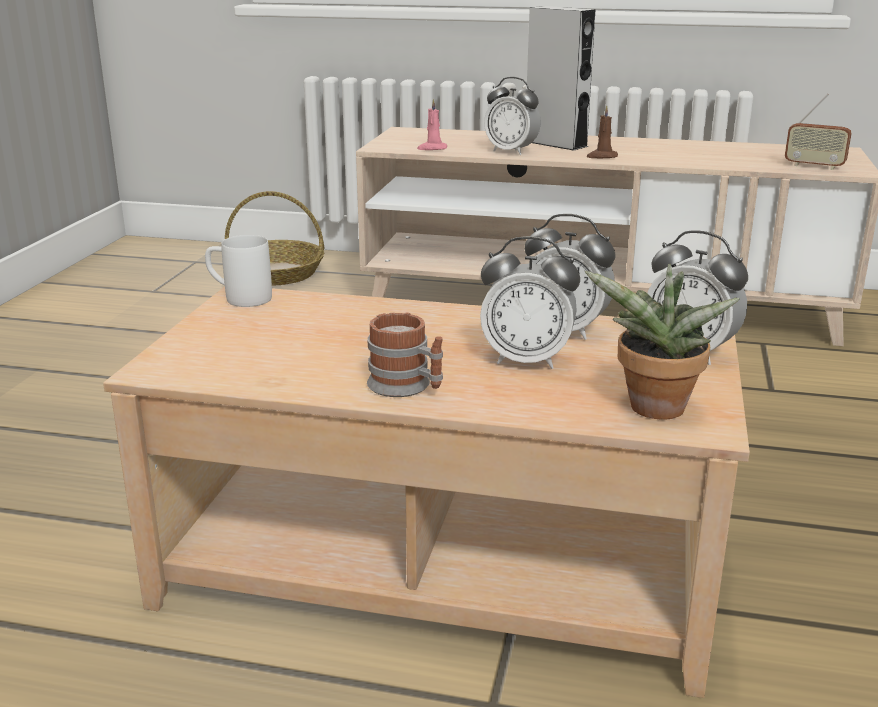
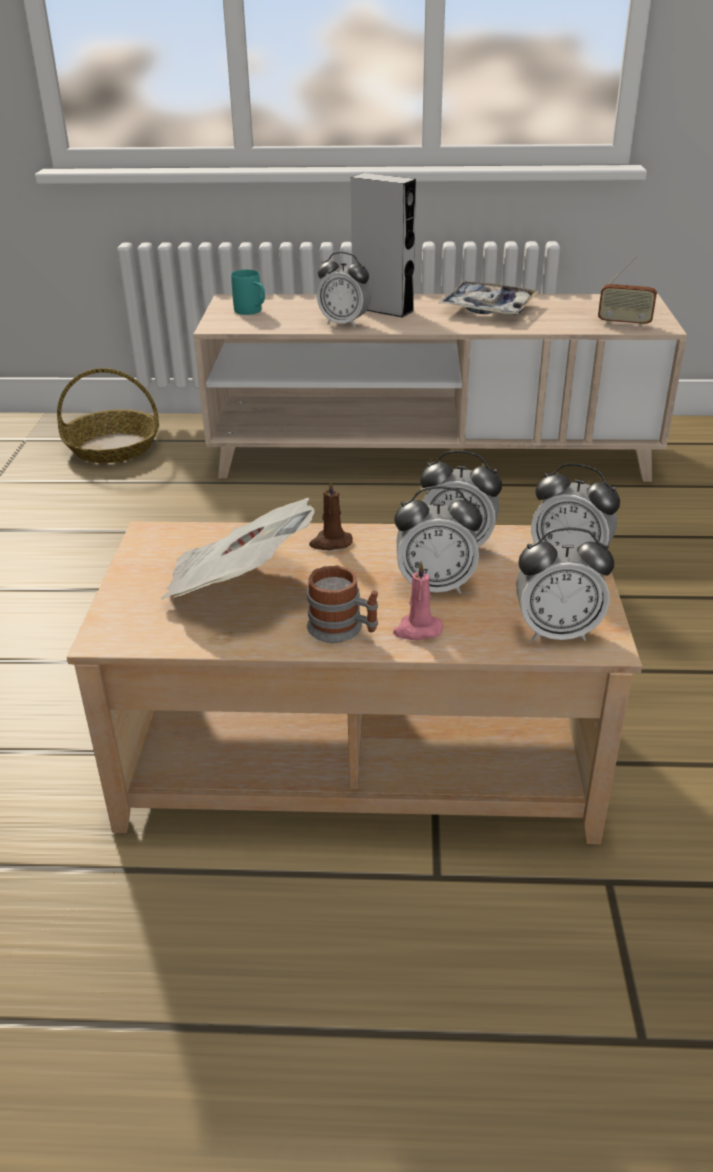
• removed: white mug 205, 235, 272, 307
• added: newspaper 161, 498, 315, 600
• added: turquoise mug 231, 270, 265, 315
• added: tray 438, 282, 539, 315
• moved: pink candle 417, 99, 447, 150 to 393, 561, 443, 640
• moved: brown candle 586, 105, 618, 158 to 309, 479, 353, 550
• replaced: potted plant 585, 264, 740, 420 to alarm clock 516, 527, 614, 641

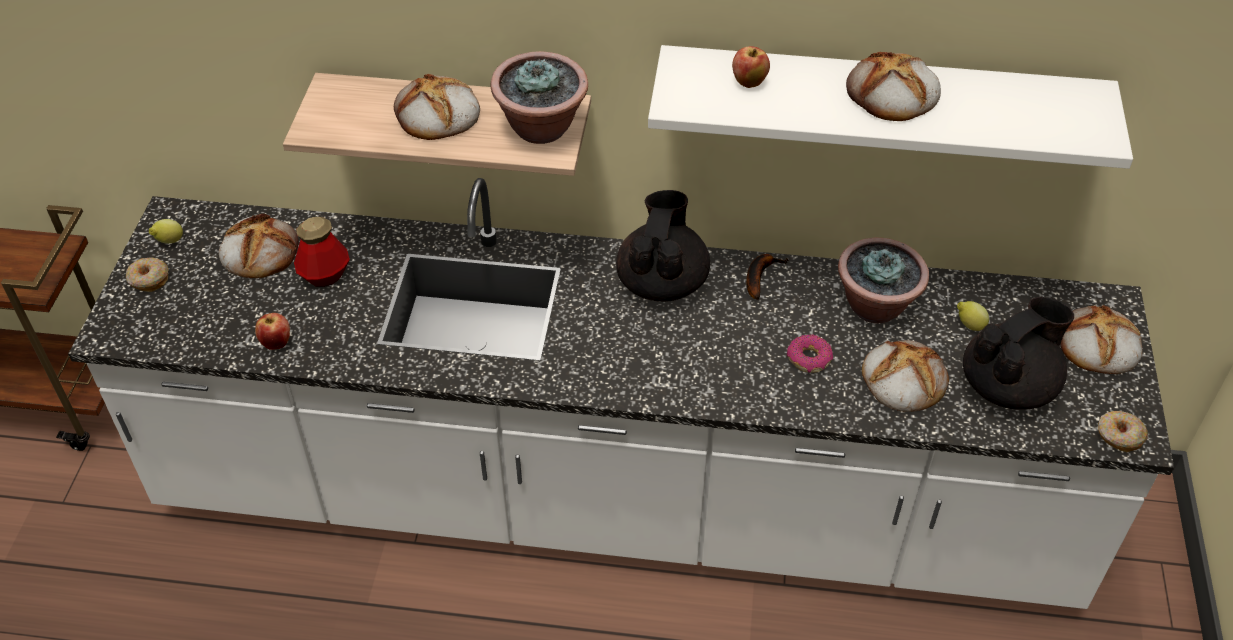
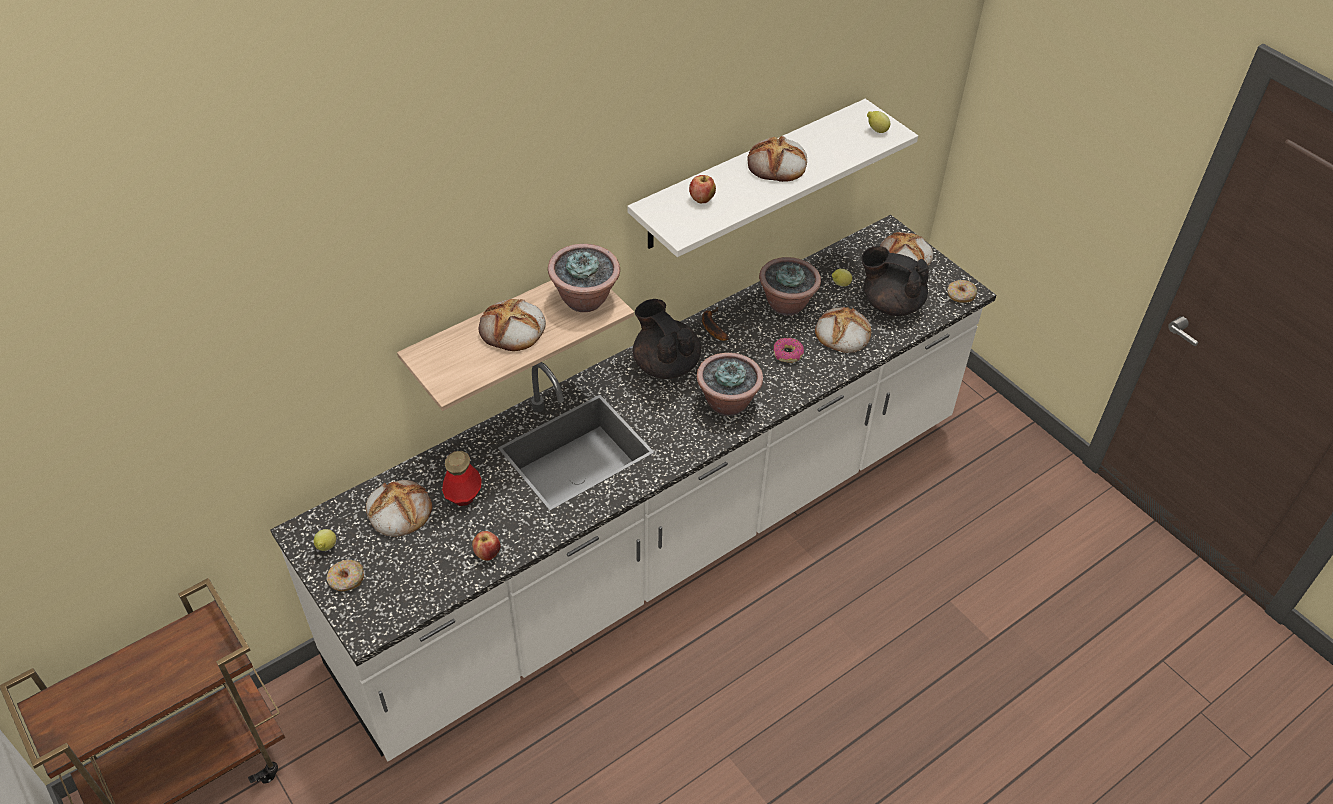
• added: potted plant 697, 353, 763, 416
• added: lemon 867, 111, 890, 133
• turned: black teapot 963, 297, 1074, 409 = 862, 246, 929, 316 75 degrees counterclockwise

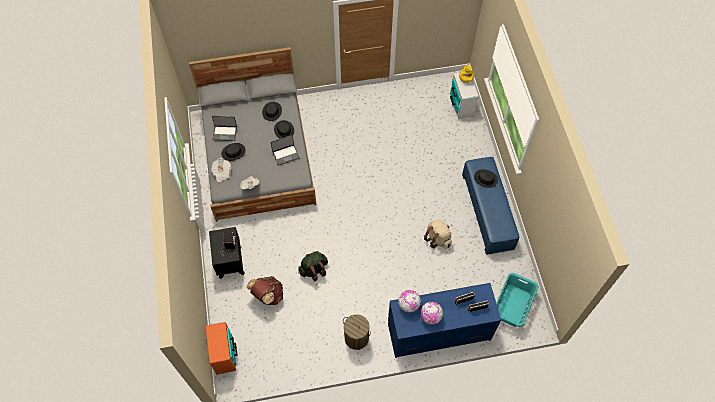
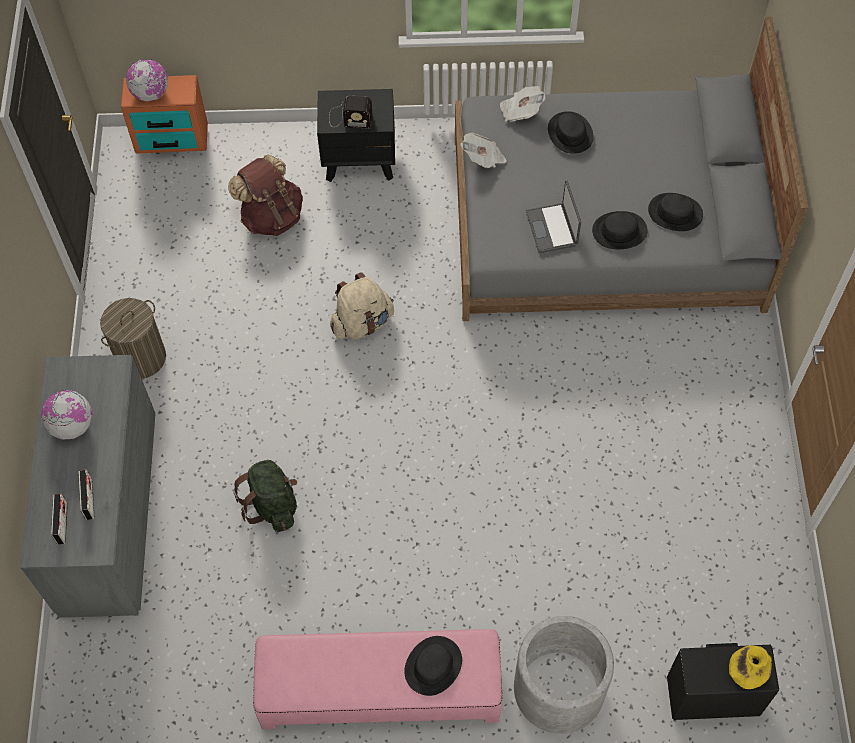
• removed: laptop 212, 116, 237, 141
• removed: turquoise laundry basket 496, 273, 538, 327
• added: grey planter 514, 616, 614, 734
• moved: green backpack 298, 251, 328, 281 to 233, 460, 297, 532
• moved: globe 398, 290, 421, 313 to 126, 59, 168, 101
• moved: beige backpack 424, 219, 452, 249 to 330, 272, 394, 339
• recoloured: blue dresser 388, 283, 501, 358 to grey dresser 20, 355, 156, 618
• recoloured: white nightstand 450, 72, 479, 118 to black nightstand 667, 643, 779, 720
• recoloured: blue bench 462, 157, 519, 255 to pink bench 253, 629, 502, 729

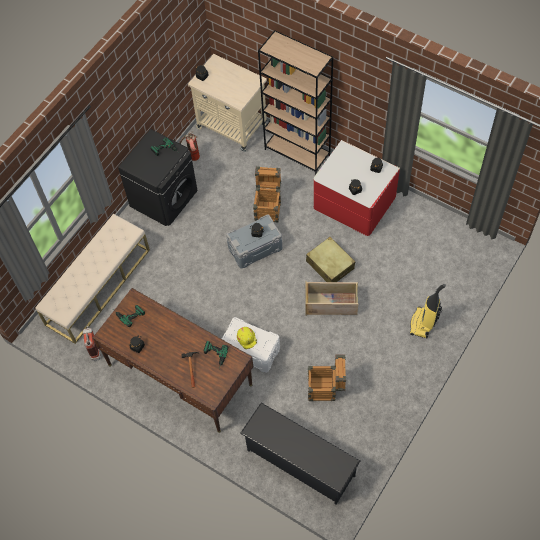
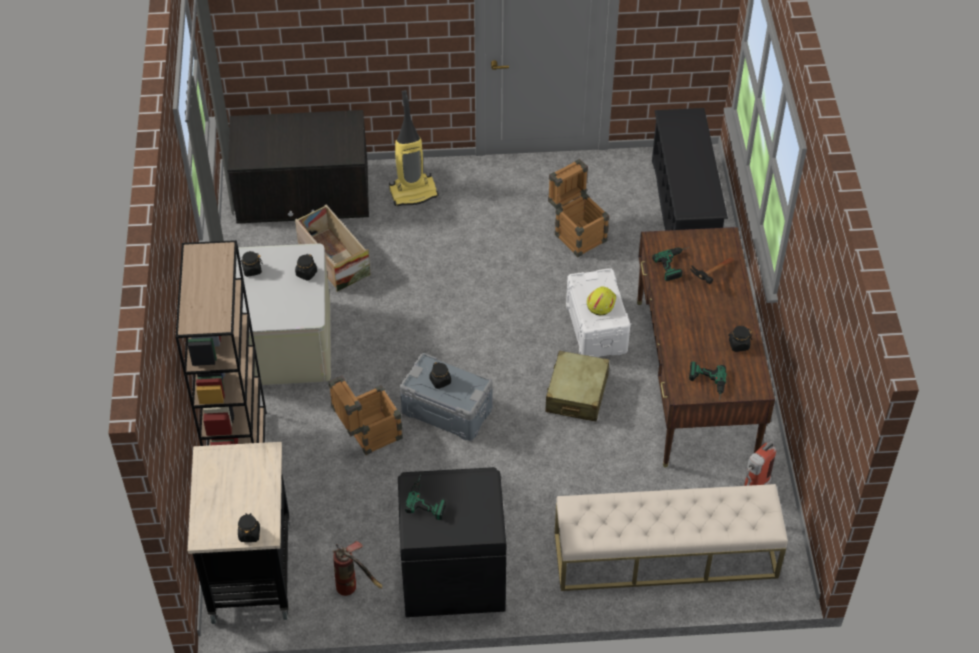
• added: black cabinet 227, 110, 369, 224
• moved: crate 305, 281, 358, 316 to 295, 204, 371, 292
• moved: beige suitcase 306, 237, 355, 282 to 545, 351, 609, 421
• recoloured: beige cart 188, 54, 267, 152 to black cart 188, 442, 290, 624
• recoloured: red nightstand 314, 140, 400, 236 to beige nightstand 236, 243, 331, 385

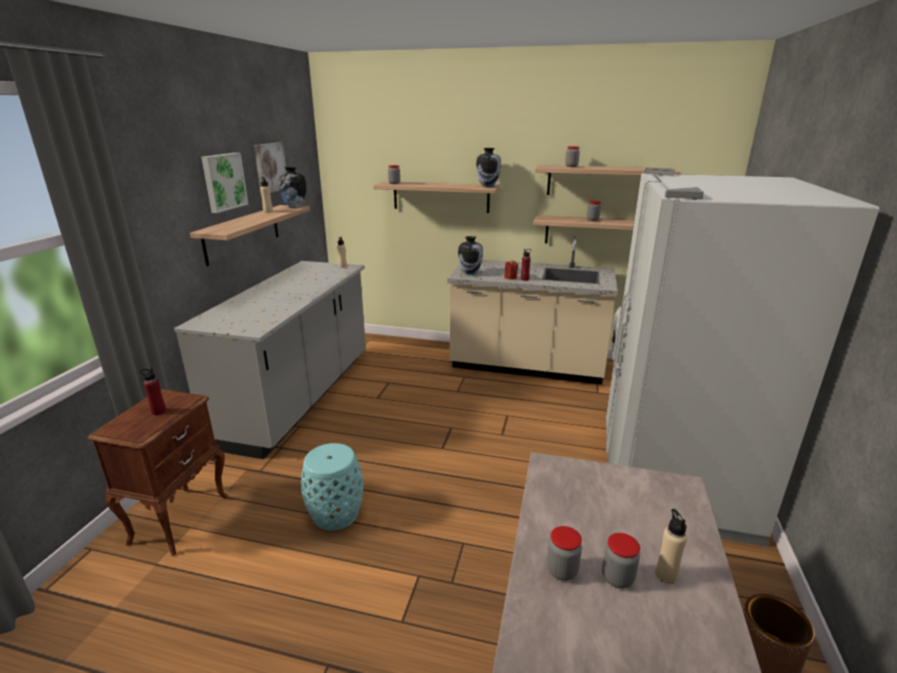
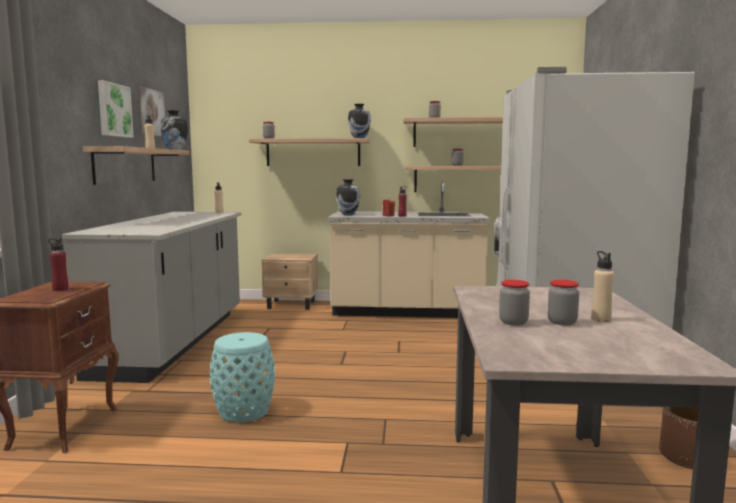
• added: beige nightstand 262, 253, 318, 310

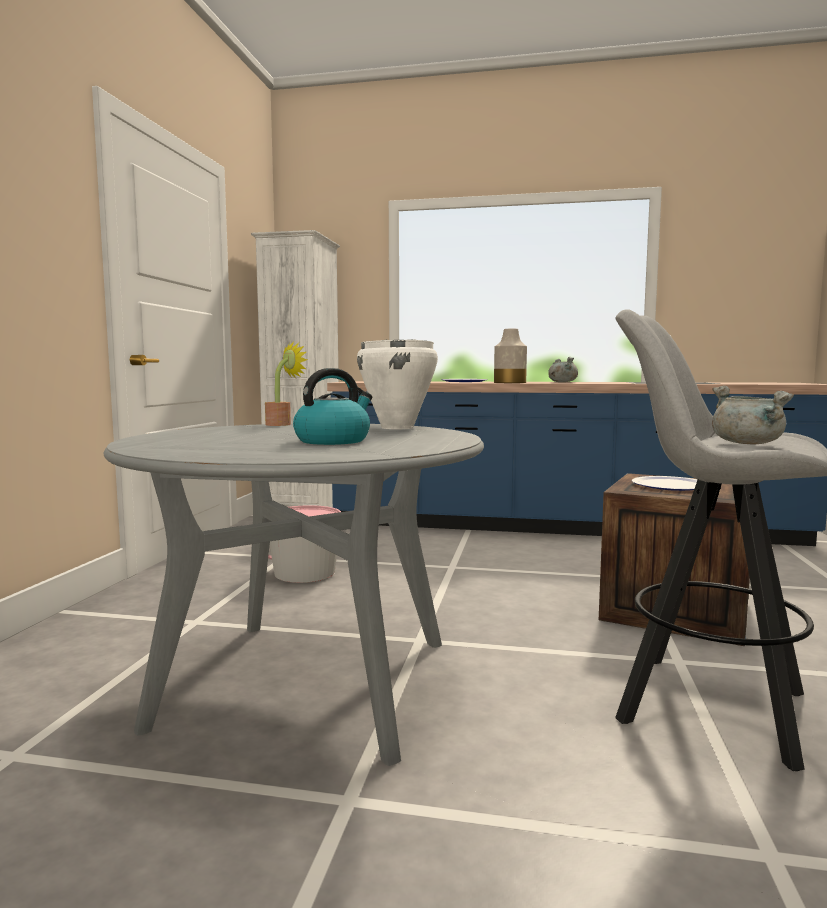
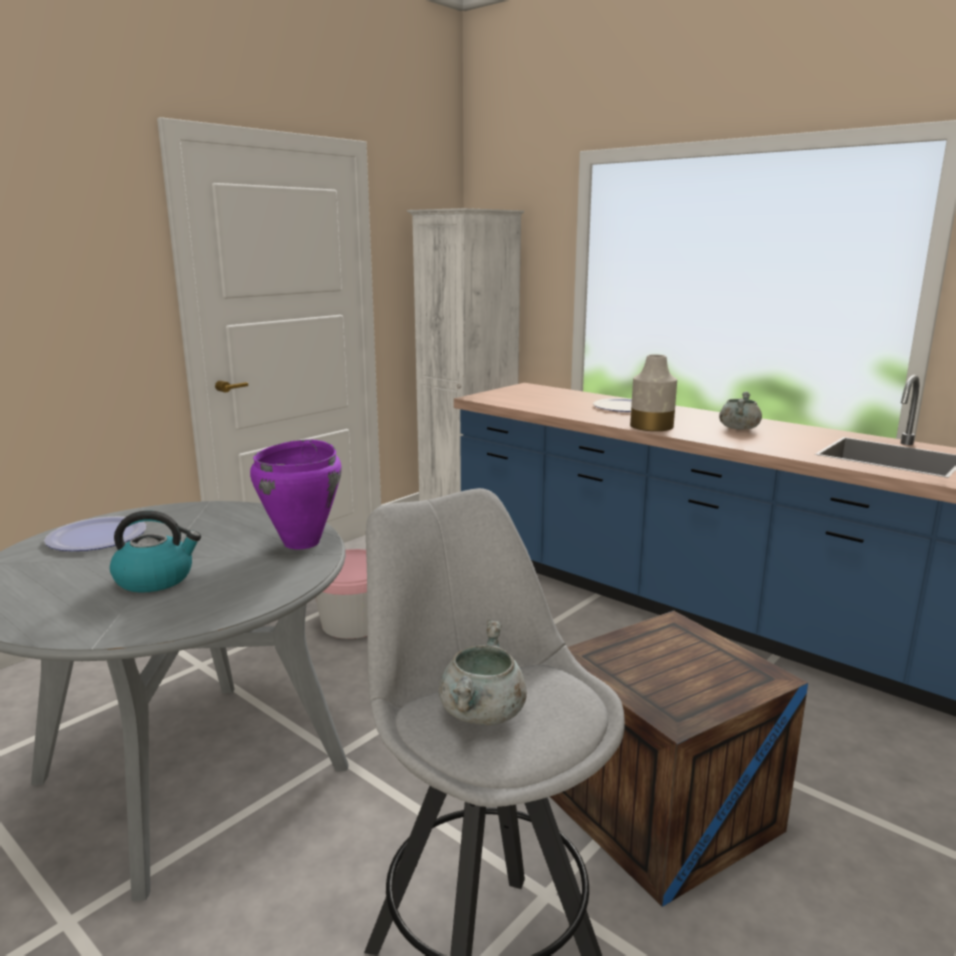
• removed: potted plant 265, 342, 307, 426
• moved: plate 632, 476, 697, 491 to 44, 516, 146, 551
• recoloured: white cooking pot 357, 339, 438, 429 to purple cooking pot 250, 439, 342, 549

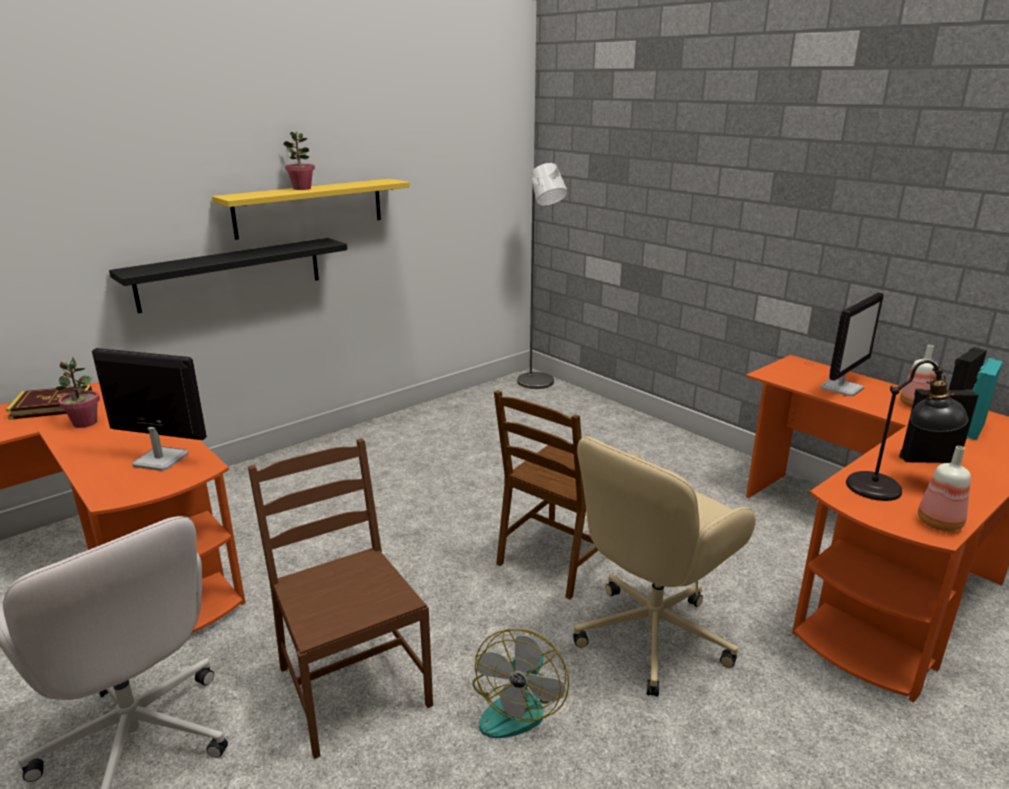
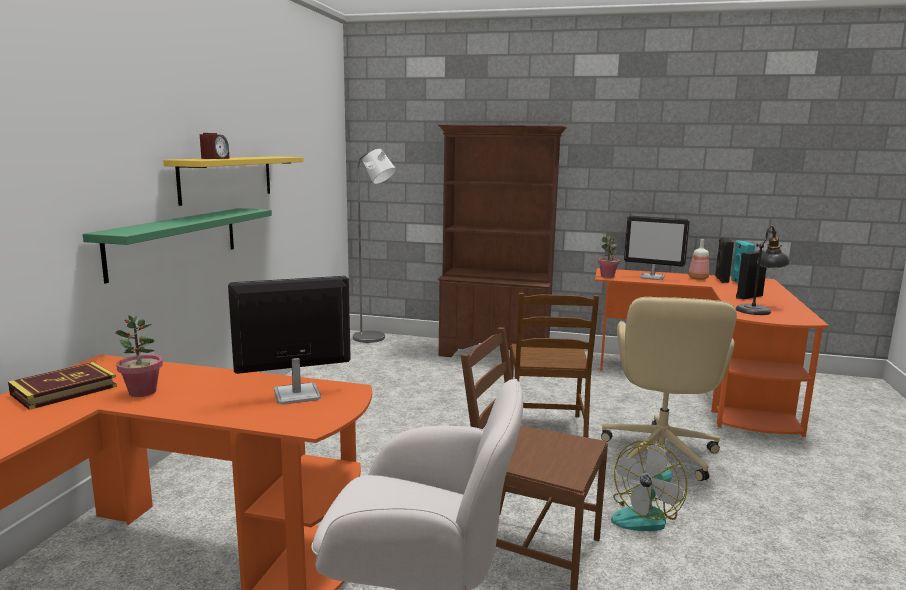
• removed: bottle 918, 446, 971, 531
• added: alarm clock 200, 133, 230, 159
• added: brown bookcase 437, 124, 567, 357
• moved: potted plant 283, 132, 315, 190 to 598, 236, 620, 278
• recoloured: black shelf 109, 238, 347, 313 to green shelf 83, 208, 272, 283
• turned: fan 472, 629, 569, 738 = 611, 440, 687, 531 60 degrees clockwise
• turned: monitor 820, 292, 884, 396 = 624, 216, 690, 280 105 degrees clockwise

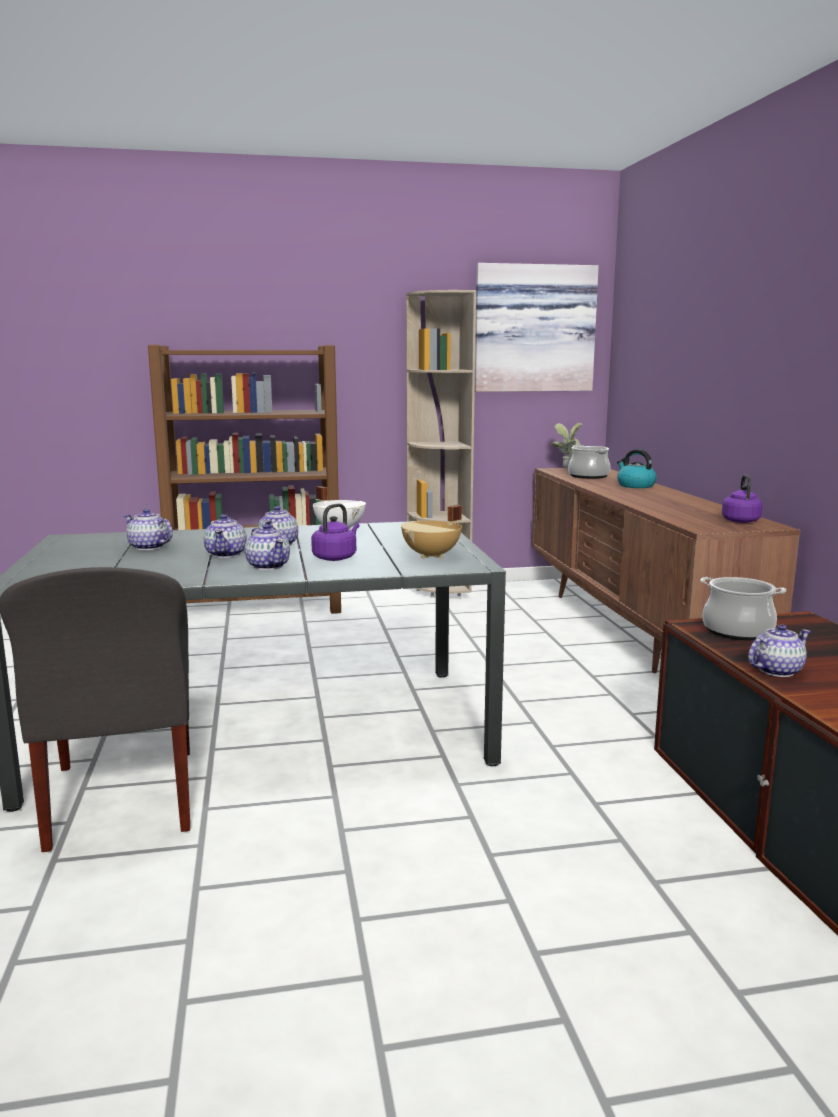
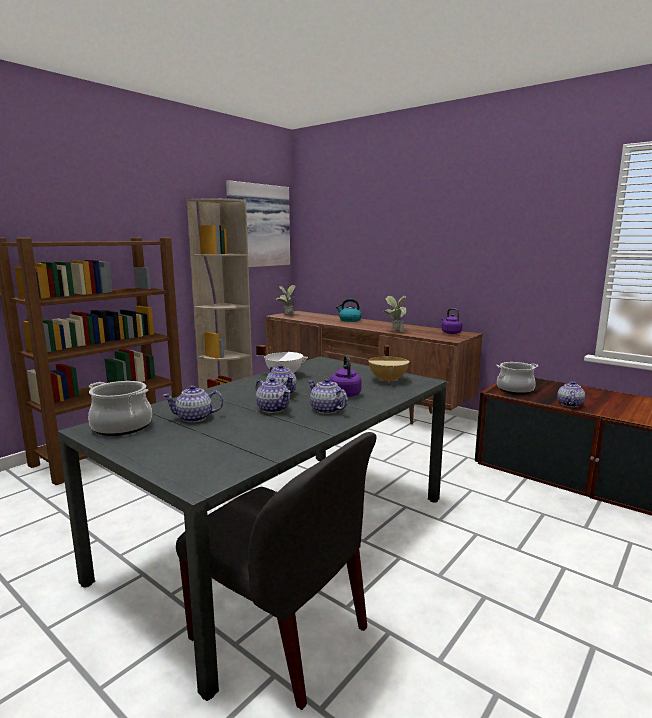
• added: potted plant 384, 296, 407, 332
• moved: cooking pot 568, 445, 610, 479 to 88, 381, 152, 436
• turned: teapot 245, 524, 290, 570 = 308, 378, 348, 414 150 degrees counterclockwise

